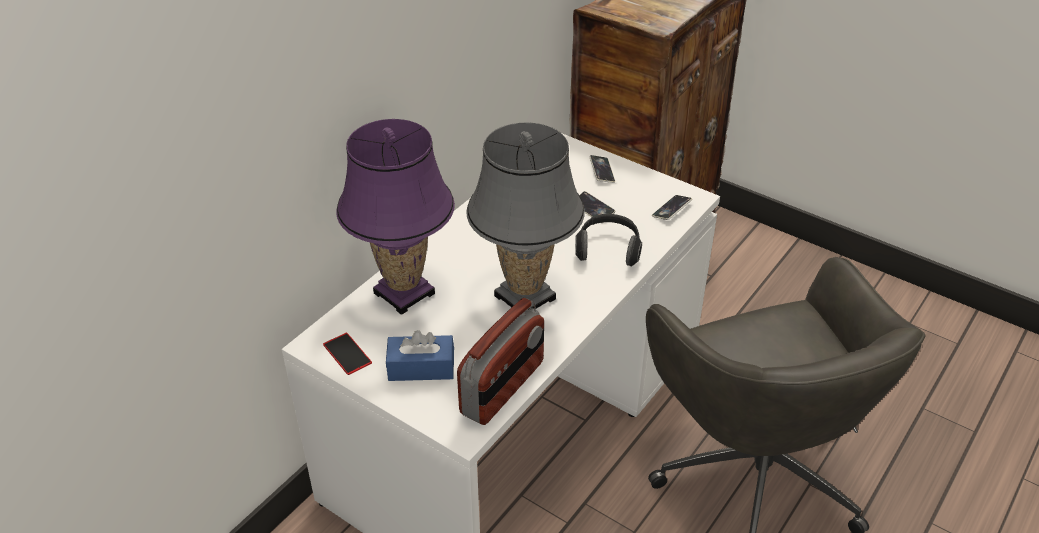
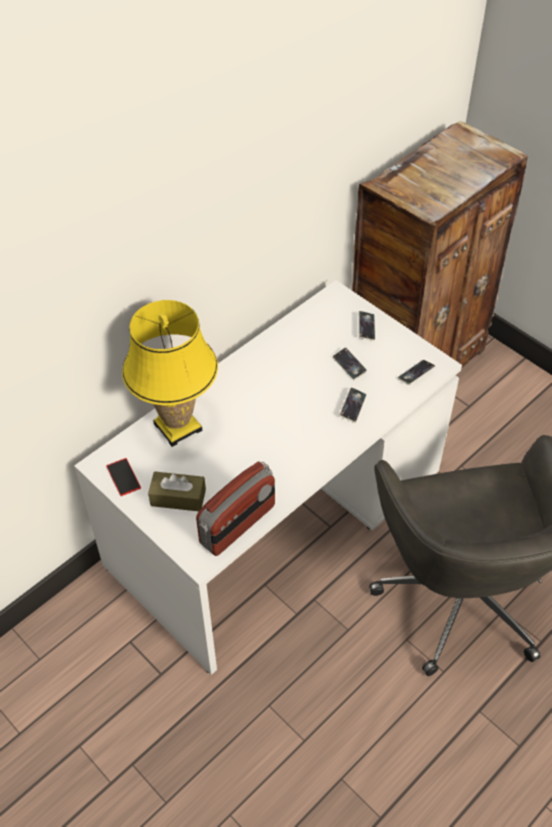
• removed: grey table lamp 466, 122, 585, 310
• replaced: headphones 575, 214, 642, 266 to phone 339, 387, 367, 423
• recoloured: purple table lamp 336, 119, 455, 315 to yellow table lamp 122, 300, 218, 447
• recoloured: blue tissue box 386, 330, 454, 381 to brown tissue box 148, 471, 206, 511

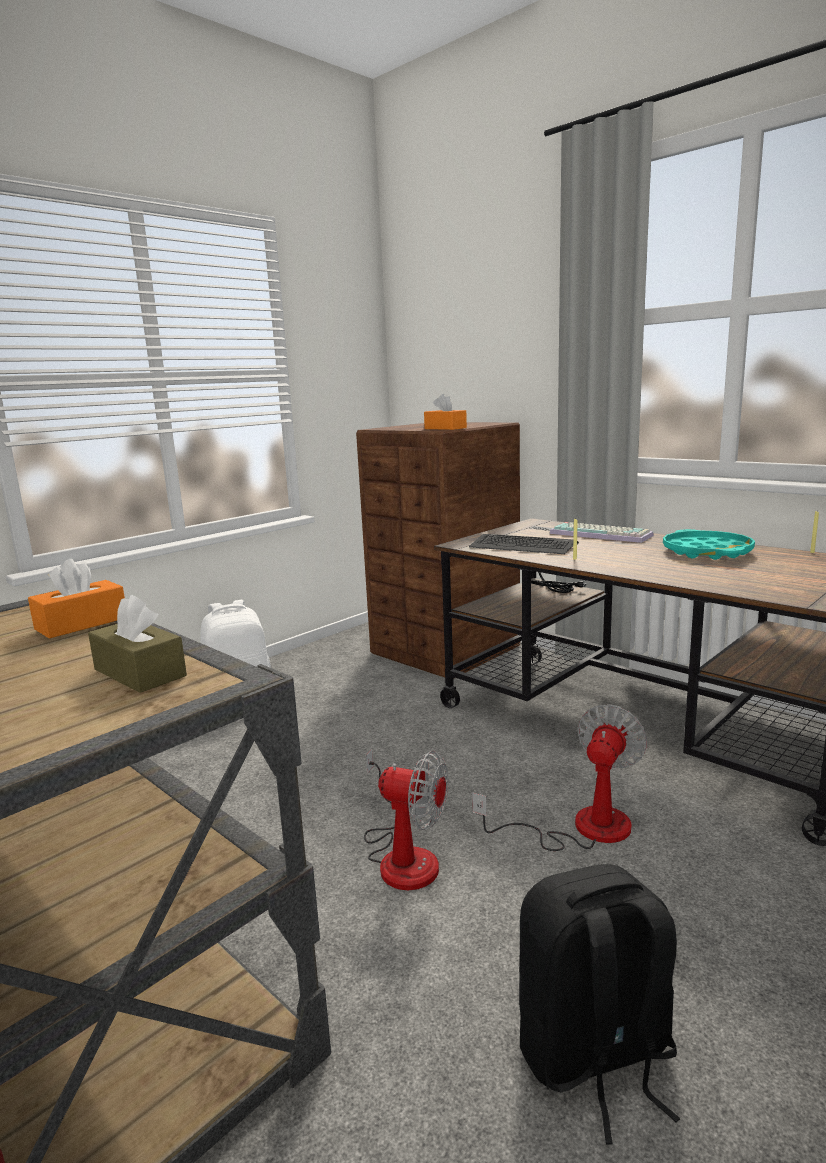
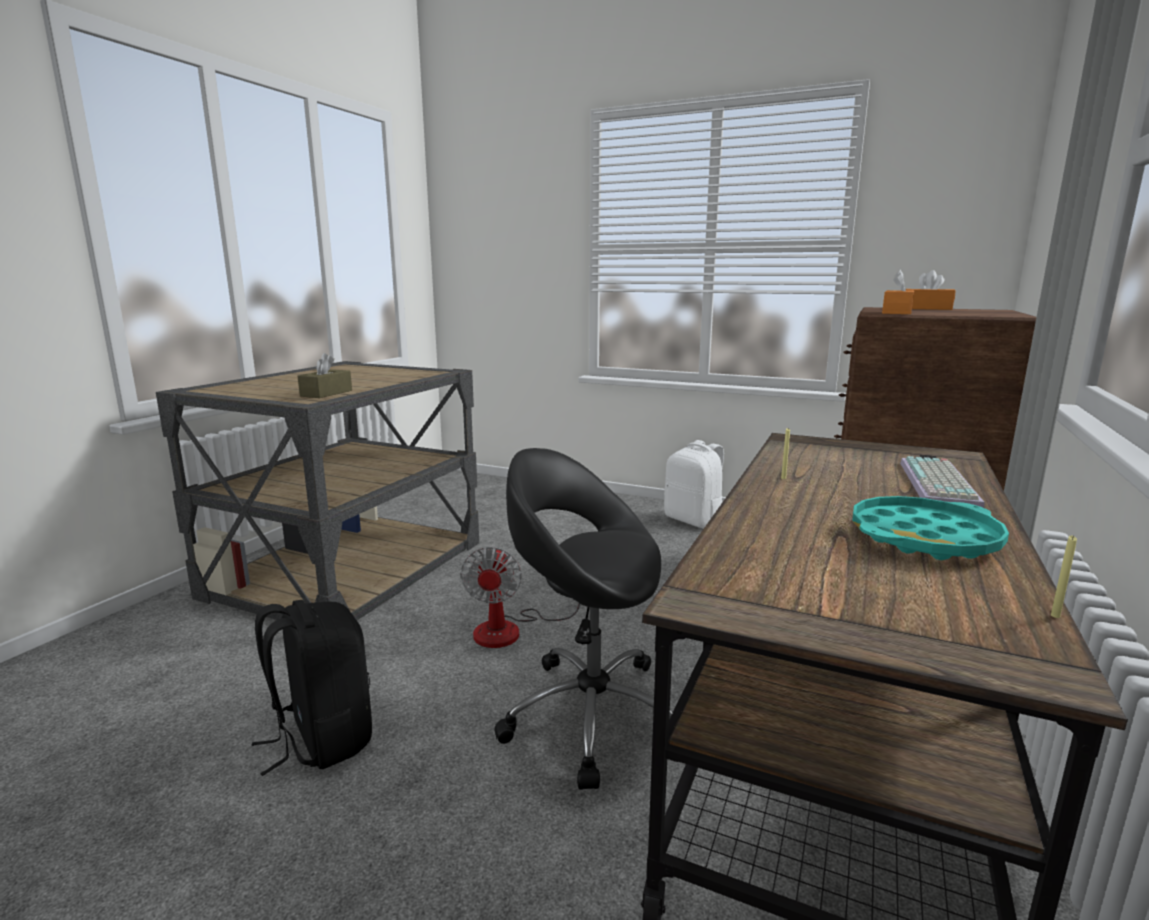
• removed: keyboard 469, 534, 579, 554
• moved: orange tissue box 28, 559, 125, 639 to 906, 270, 956, 310
• replaced: fan 472, 704, 648, 851 to black office chair 495, 448, 673, 790

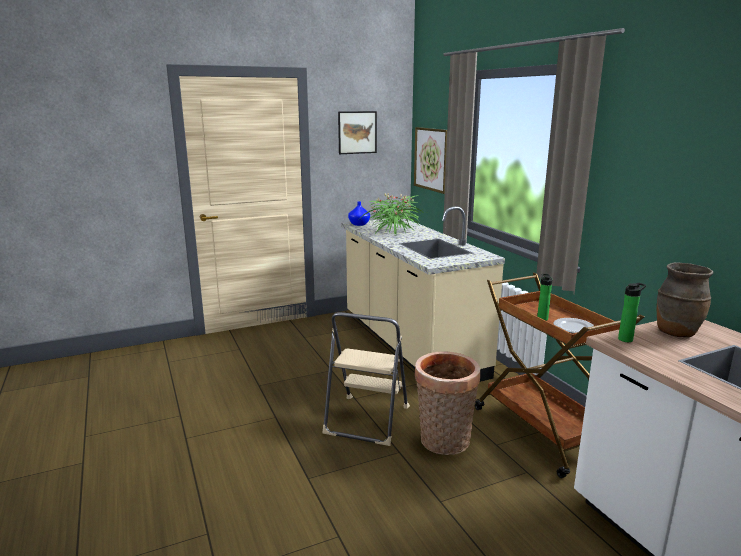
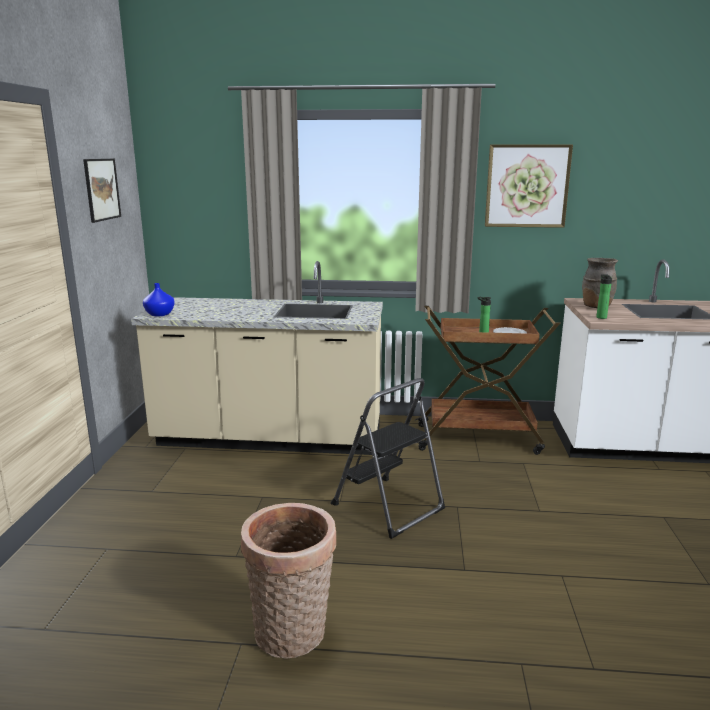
• removed: potted plant 359, 193, 426, 235
• moved: picture 414, 127, 447, 194 to 485, 144, 573, 228
• moved: basket 415, 351, 480, 455 to 241, 503, 336, 659
• recoloured: beige step ladder 323, 312, 410, 446 to black step ladder 330, 378, 445, 539

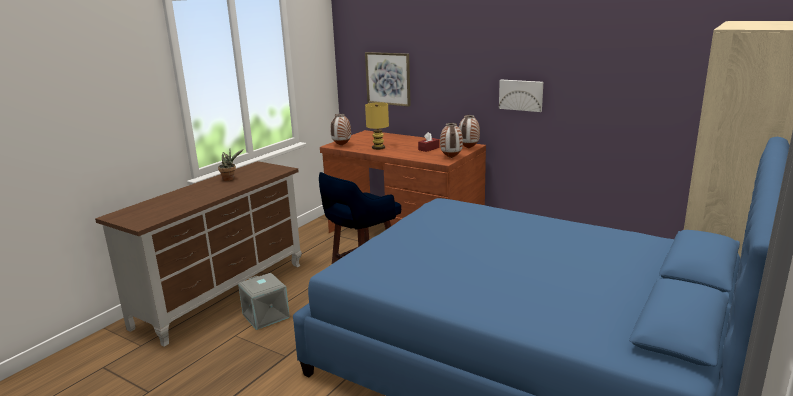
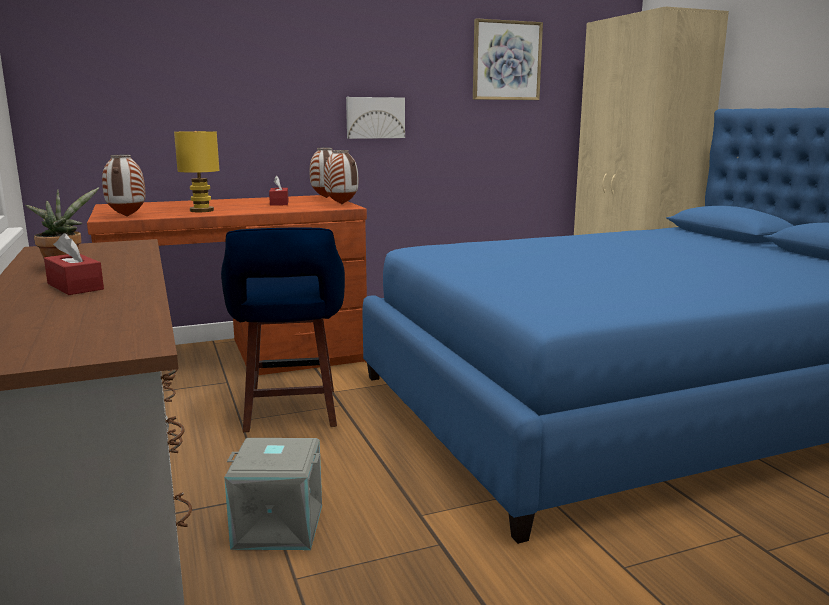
• added: red tissue box 44, 233, 104, 295
• moved: picture 365, 52, 411, 107 to 473, 18, 543, 100

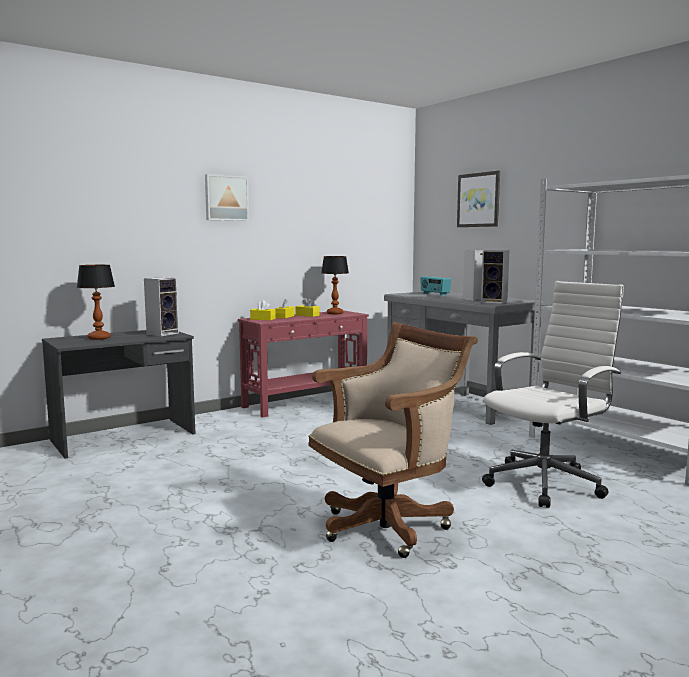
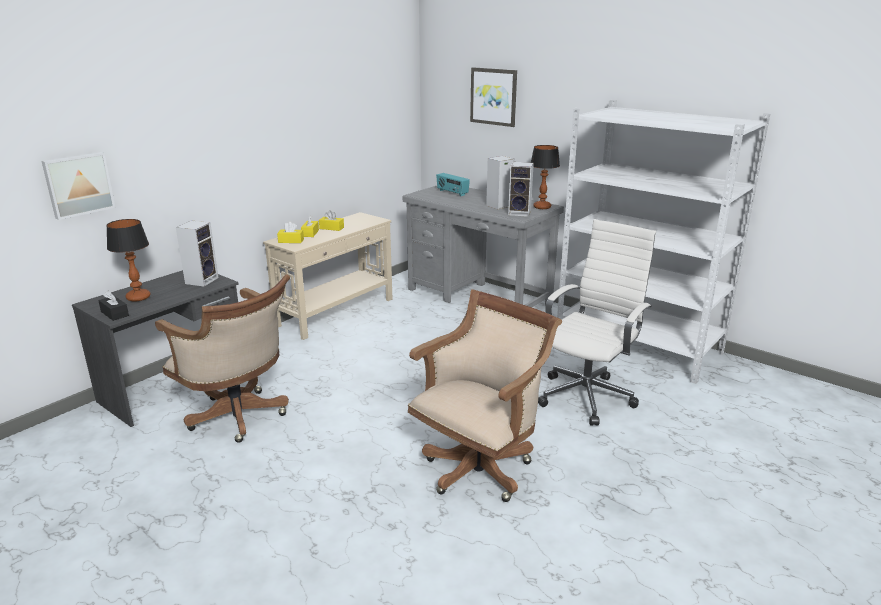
• added: black tissue box 98, 291, 129, 321
• added: office chair 155, 275, 290, 443
• moved: picture 205, 174, 249, 221 to 41, 152, 116, 220
• moved: table lamp 321, 256, 349, 314 to 531, 145, 560, 209
• recoloured: red console table 238, 310, 369, 418 to beige console table 263, 212, 392, 340

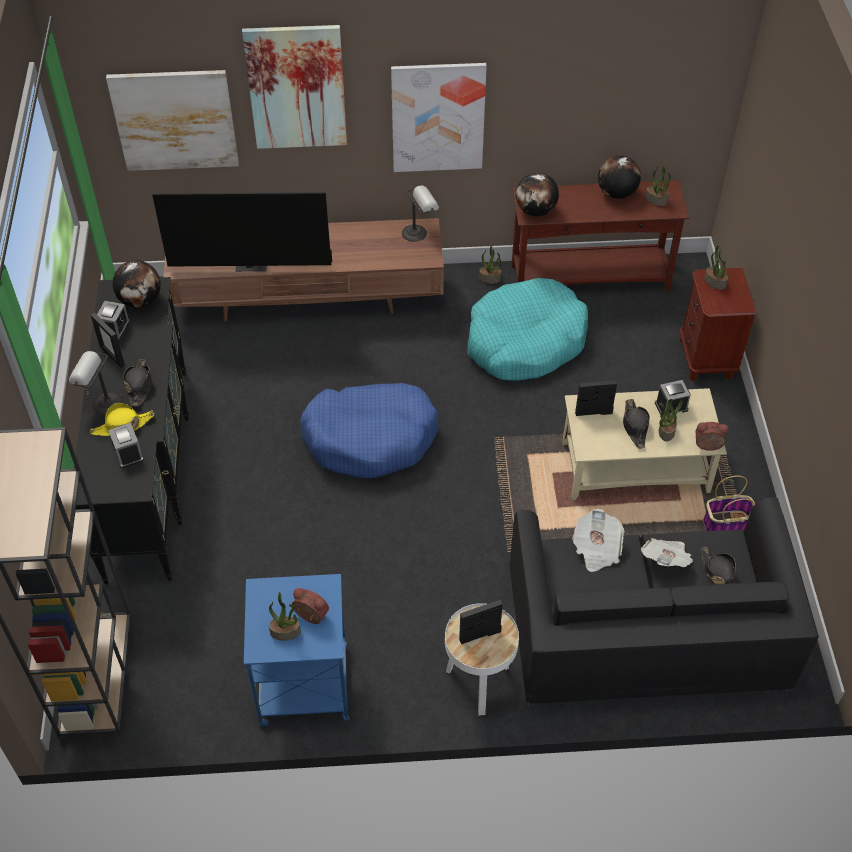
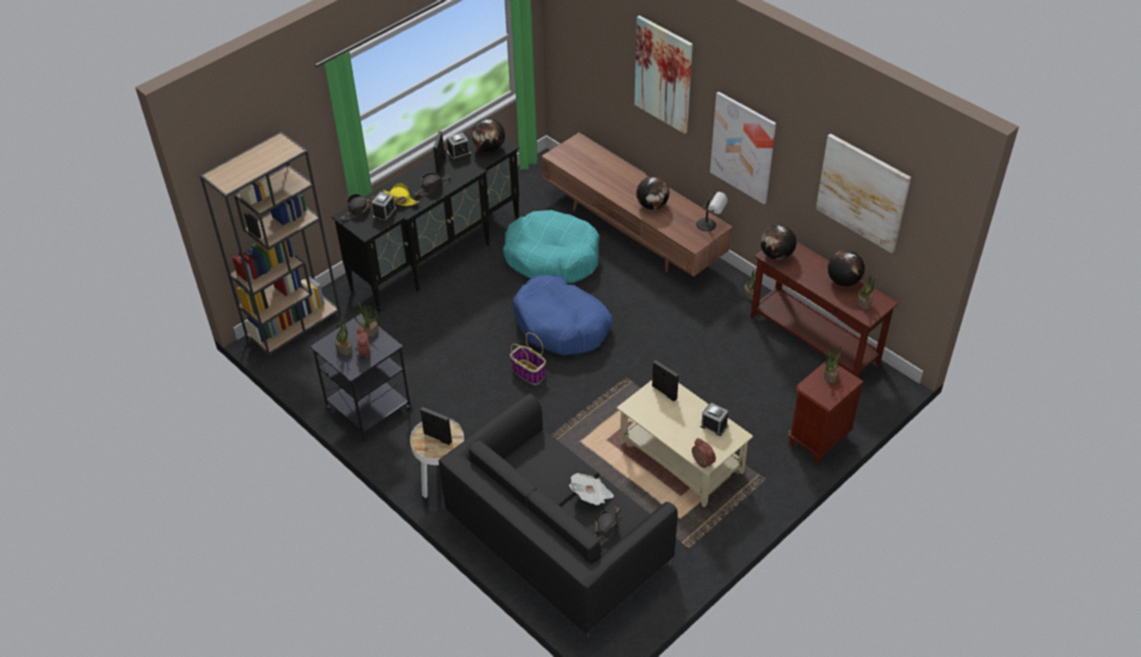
• removed: table lamp 69, 351, 124, 415
• removed: television 152, 192, 332, 272
• removed: newspaper 572, 509, 624, 572
• added: globe 636, 176, 670, 210
• moved: picture 106, 70, 239, 171 to 816, 134, 911, 253
• moved: turquoise dog bed 468, 278, 588, 381 to 503, 210, 599, 283
• moved: black hat 623, 399, 650, 449 to 340, 194, 376, 220
• moved: potted plant 659, 398, 683, 441 to 355, 303, 378, 338
• moved: basket 703, 476, 755, 531 to 510, 332, 546, 385
• recoloured: blue cart 244, 574, 350, 727 to black cart 310, 313, 412, 441

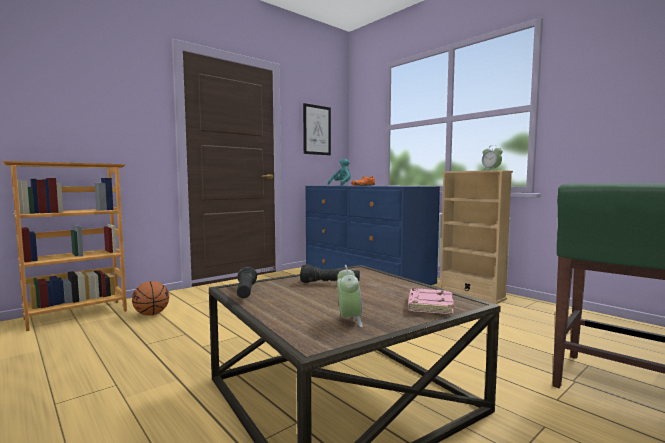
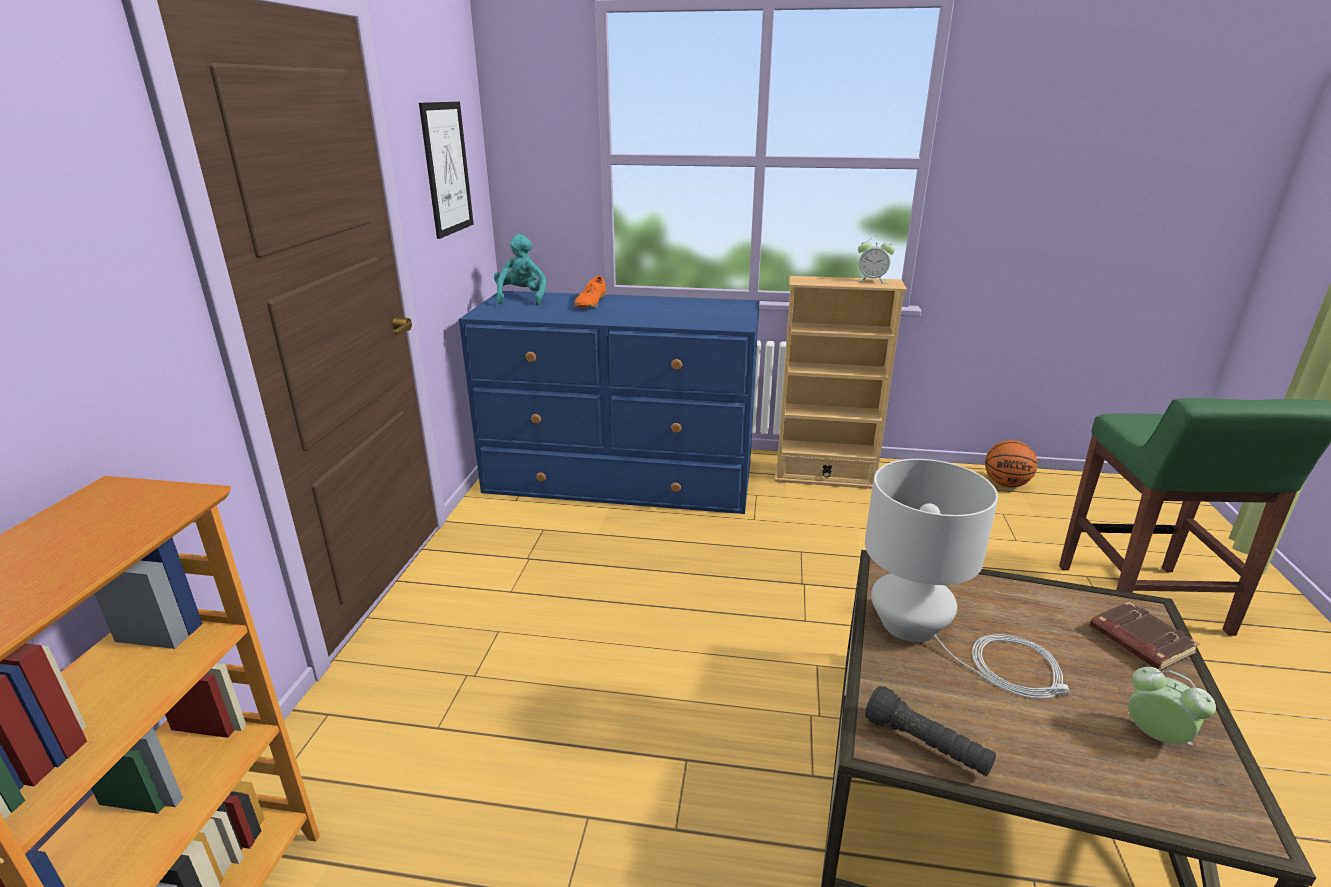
• moved: basketball 132, 281, 169, 316 to 985, 440, 1037, 488
• replaced: black flashlight 300, 264, 360, 283 to grey table lamp 865, 459, 1069, 699
• recoloured: pink book 408, 288, 454, 315 to brown book 1089, 602, 1200, 671

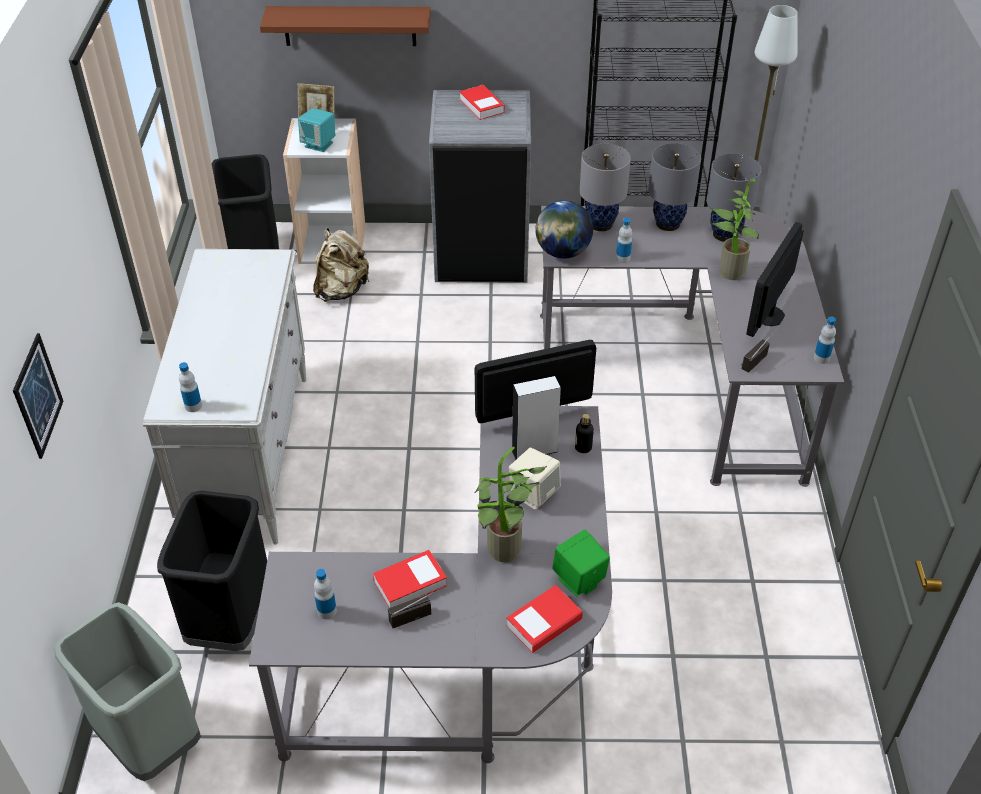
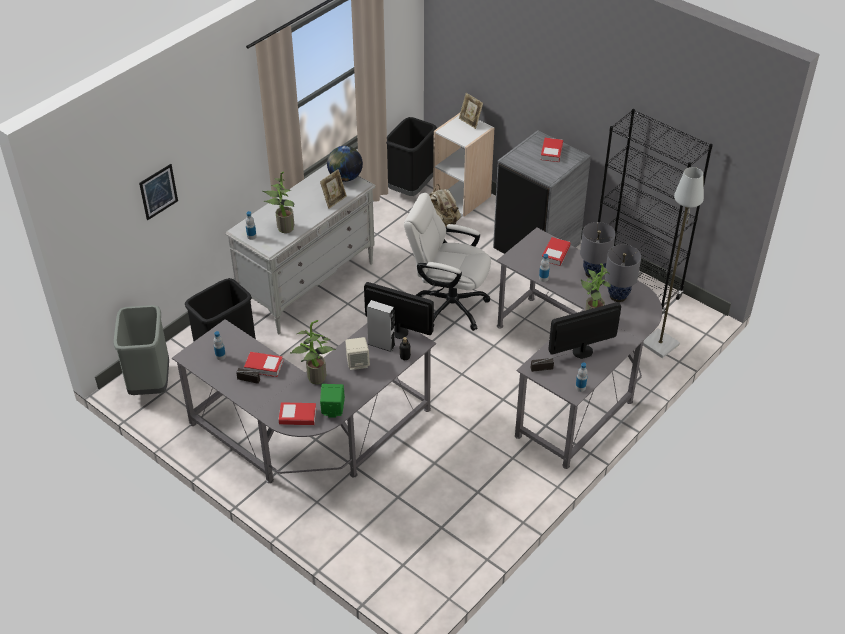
• removed: brown shelf 260, 6, 431, 46
• removed: turquoise speaker 298, 108, 335, 152
• added: potted plant 262, 172, 294, 233
• added: picture frame 320, 169, 347, 209
• added: white office chair 404, 193, 491, 331
• moved: globe 535, 200, 593, 259 to 327, 146, 363, 182
• replaced: grey table lamp 580, 144, 631, 231 to book 541, 237, 570, 266

